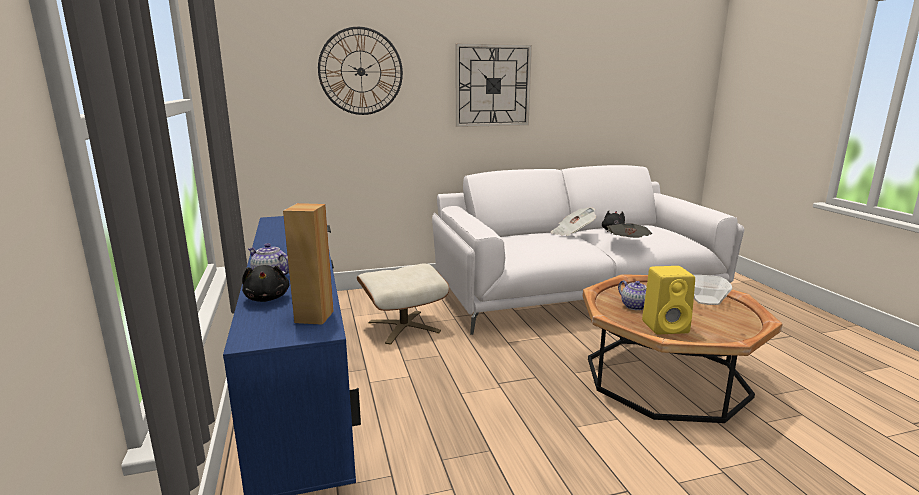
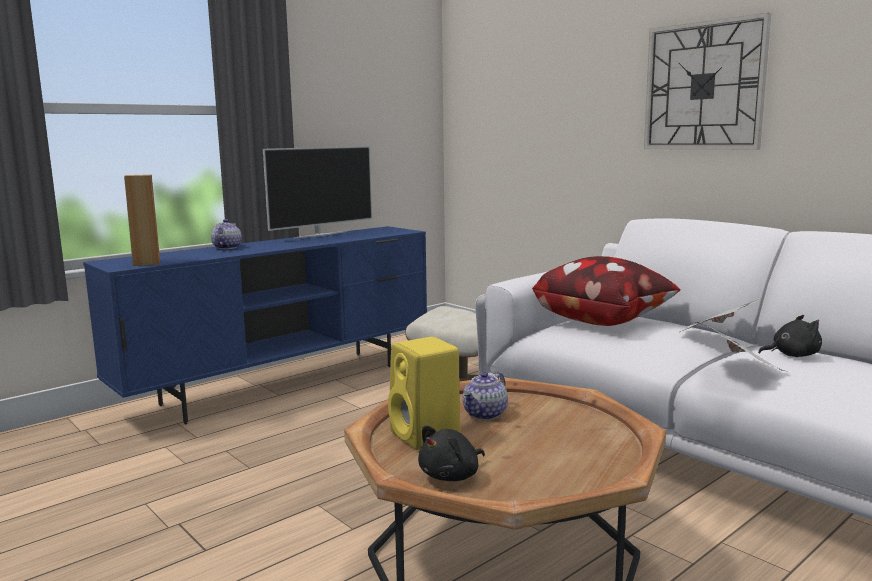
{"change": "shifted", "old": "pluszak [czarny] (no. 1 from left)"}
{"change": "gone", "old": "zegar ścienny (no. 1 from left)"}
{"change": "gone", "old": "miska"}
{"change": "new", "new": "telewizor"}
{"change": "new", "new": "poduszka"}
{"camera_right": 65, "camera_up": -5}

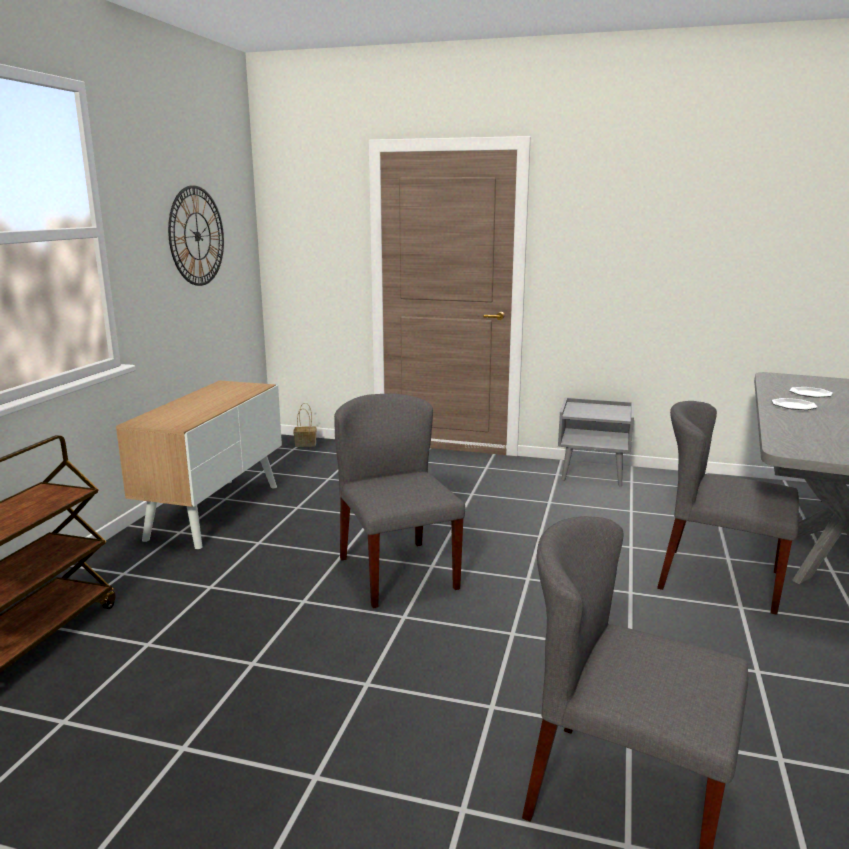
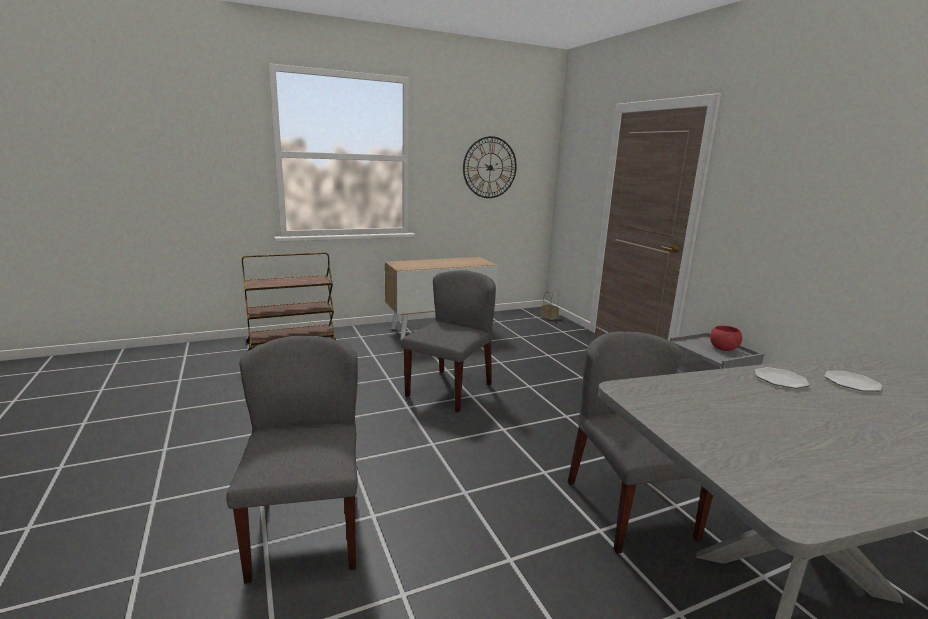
{"change": "new", "new": "miska [czerwony]"}
{"camera_right": 50, "camera_up": 0}

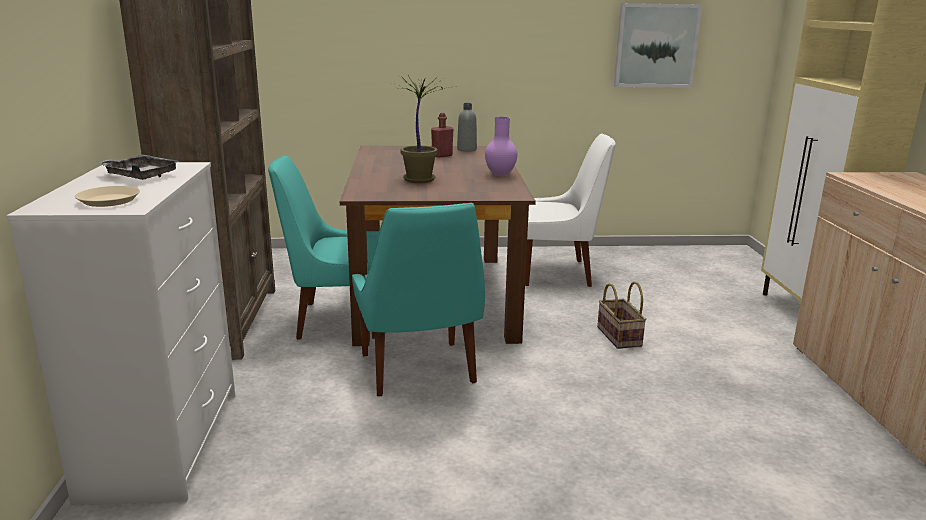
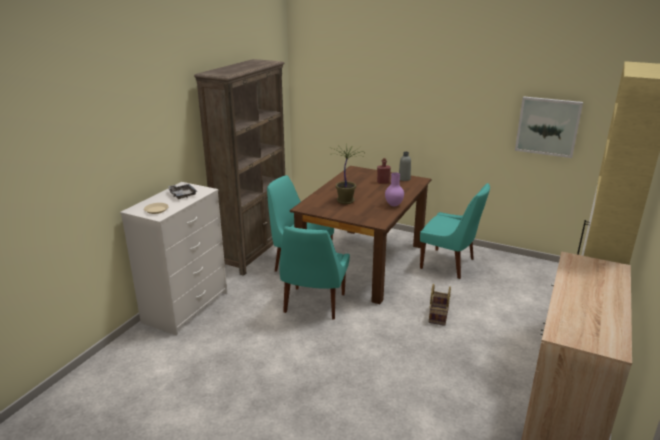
{"change": "repainted", "old": "krzesło [biały]", "new": "krzesło [turkusowy] (no. 3 from left)"}
{"camera_right": 30, "camera_up": 5}

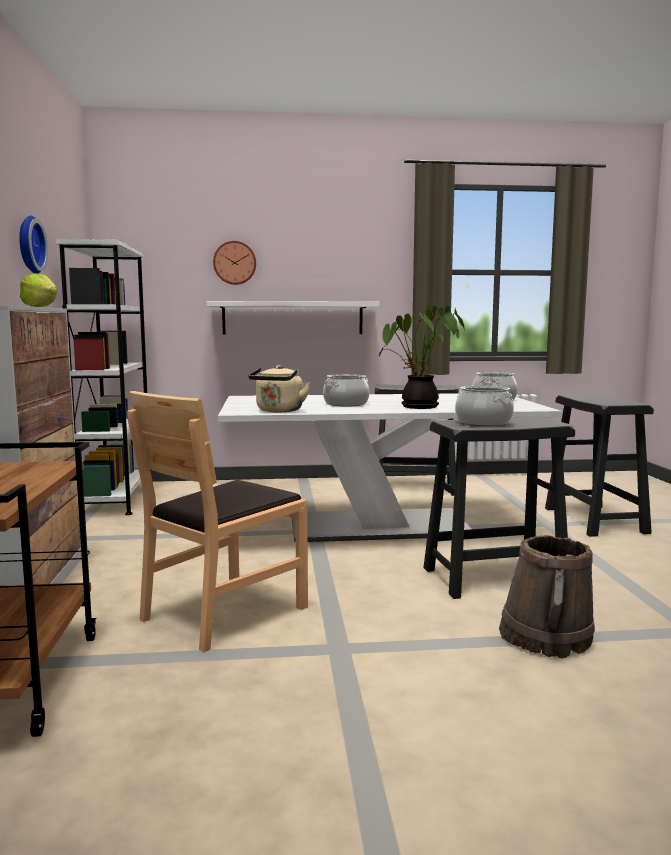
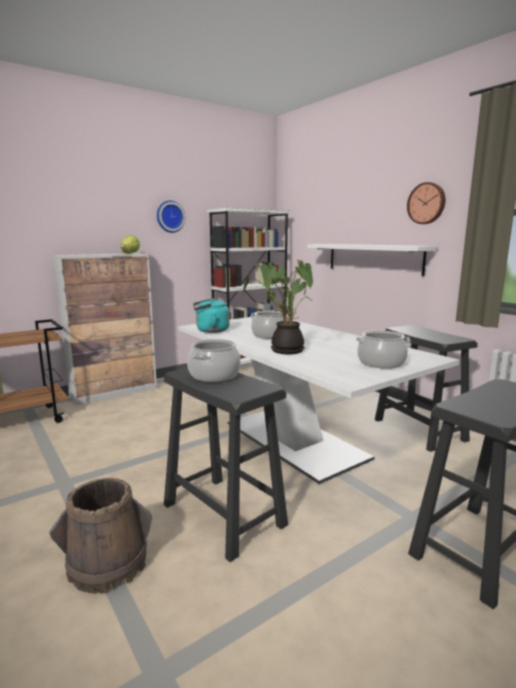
{"change": "gone", "old": "krzesło [brązowy]"}
{"change": "shifted", "old": "zegar ścienny (no. 2 from left)"}
{"change": "repainted", "old": "czajnik [beżowy]", "new": "czajnik [turkusowy]"}
{"camera_right": 60, "camera_up": 5}

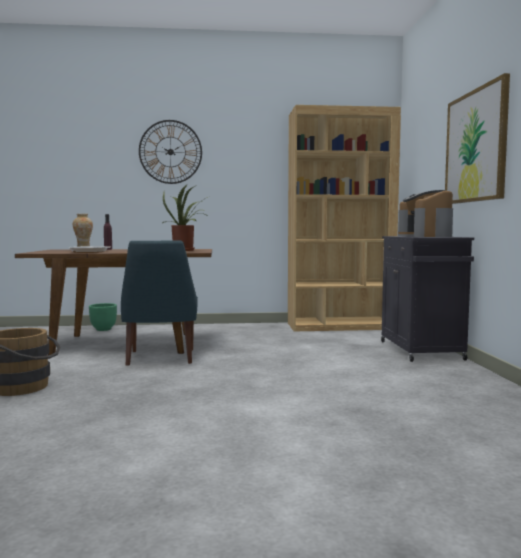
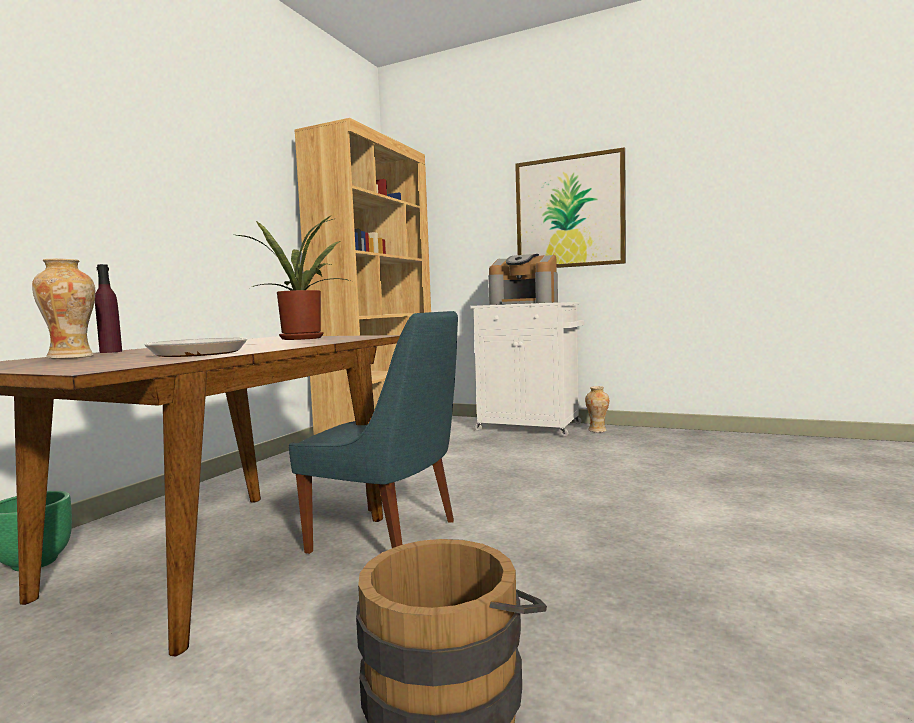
{"change": "gone", "old": "zegar ścienny"}
{"change": "repainted", "old": "szafka [czarny]", "new": "szafka [biały]"}
{"change": "new", "new": "wazon (no. 2 from left)"}
{"camera_right": -60, "camera_up": 0}

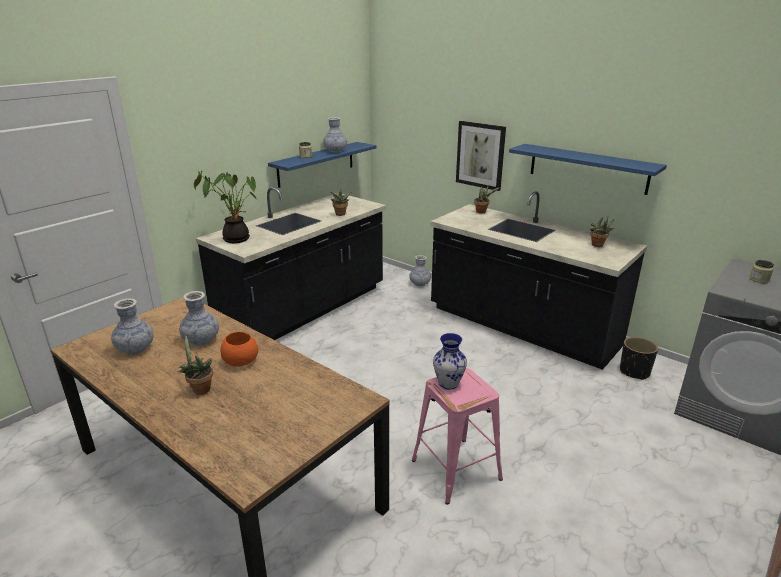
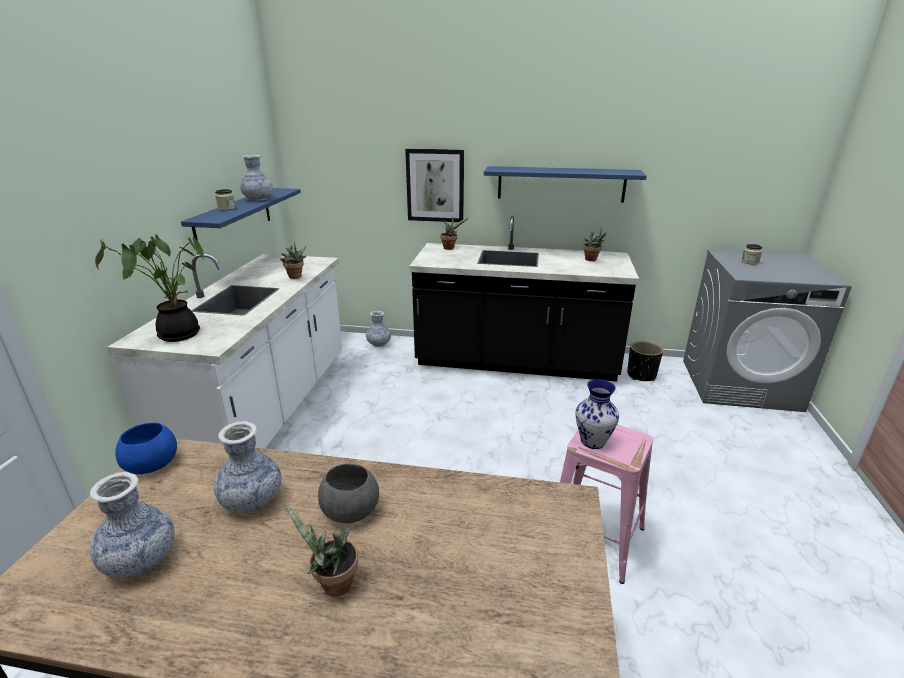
{"change": "repainted", "old": "zabudowa kuchenna [czarny] (no. 1 from left)", "new": "zabudowa kuchenna [biały]"}
{"change": "repainted", "old": "miska [pomarańczowy]", "new": "miska [szary]"}
{"change": "new", "new": "miska [niebieski]"}
{"camera_right": -30, "camera_up": 0}

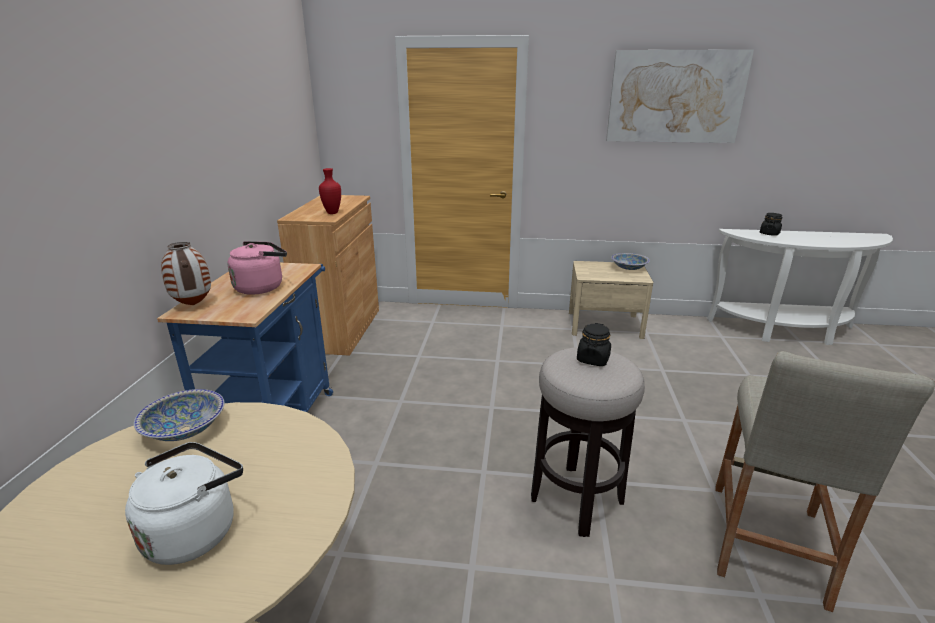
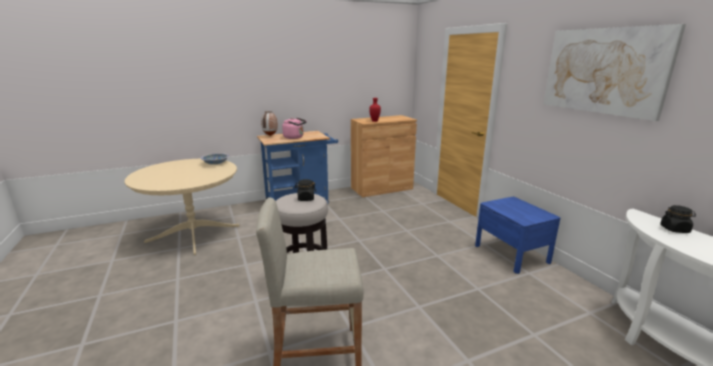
{"change": "gone", "old": "czajnik [biały]"}
{"change": "repainted", "old": "szafka nocna [beżowy]", "new": "szafka nocna [niebieski]"}
{"change": "gone", "old": "miska (no. 2 from left)"}
{"camera_right": 60, "camera_up": -5}

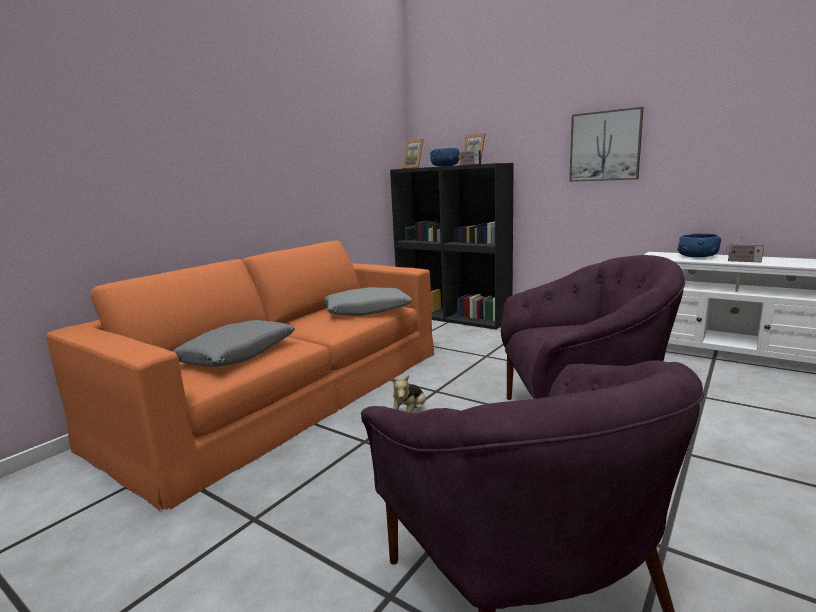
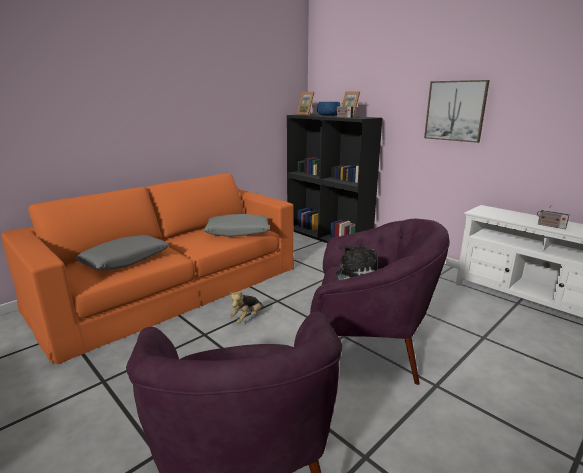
{"change": "gone", "old": "miska [niebieski] (no. 2 from left)"}
{"change": "new", "new": "pluszak (no. 2 from left)"}
{"camera_right": 10, "camera_up": 5}

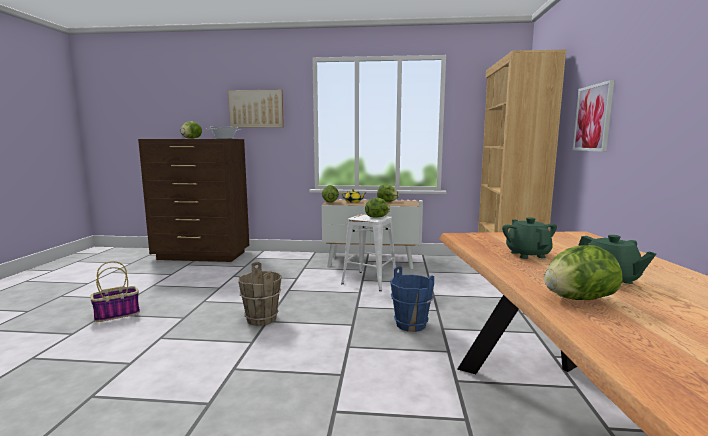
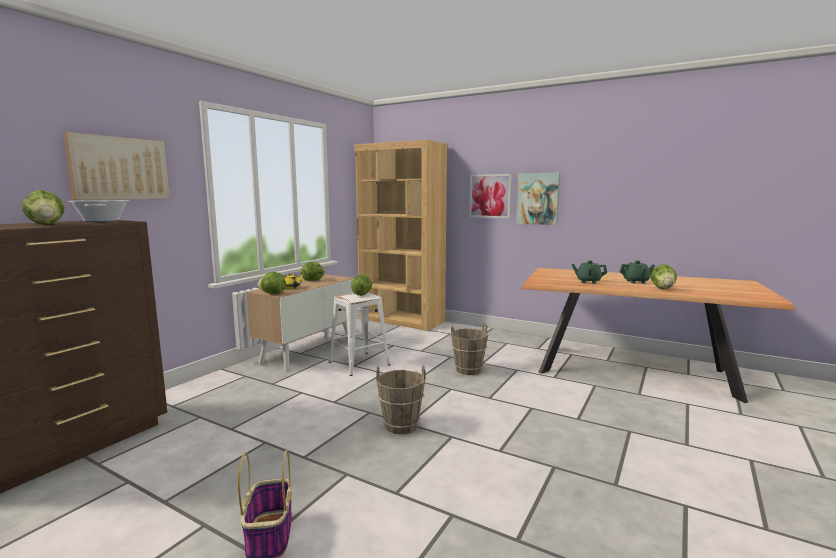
{"change": "repainted", "old": "wiadro [niebieski]", "new": "wiadro [brązowy] (no. 2 from left)"}
{"change": "new", "new": "obraz (no. 3 from left)"}
{"camera_right": -65, "camera_up": 0}

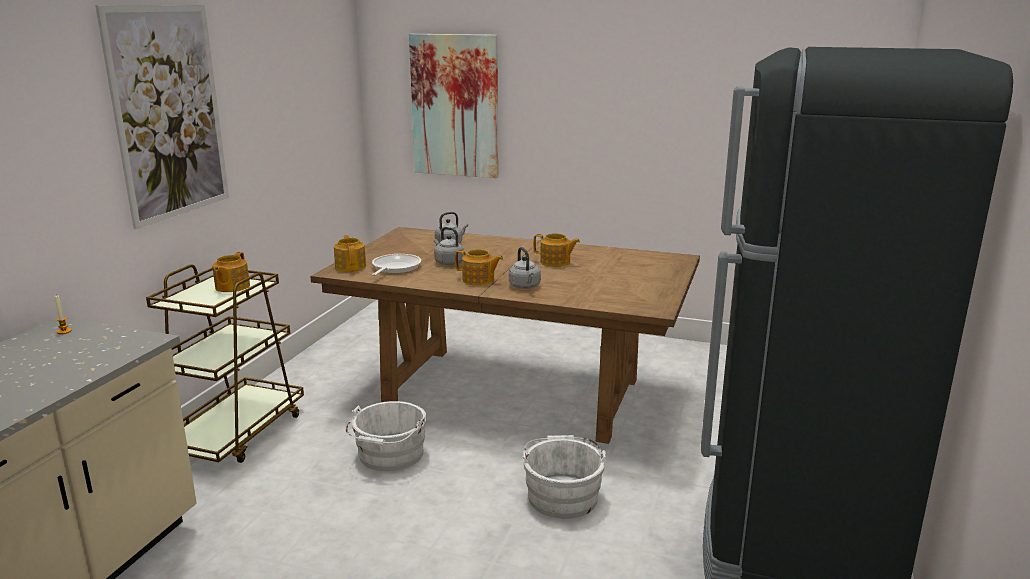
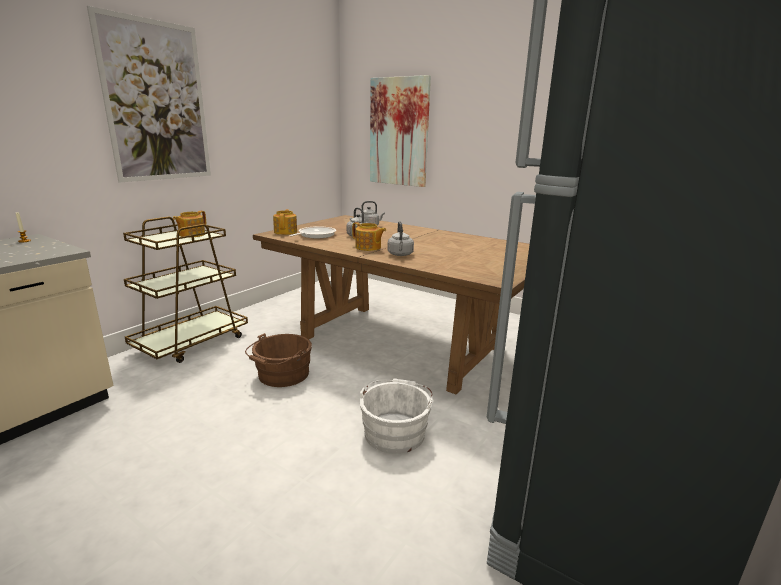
{"change": "repainted", "old": "wiadro [biały] (no. 1 from left)", "new": "wiadro [brązowy]"}
{"change": "gone", "old": "imbryk (no. 4 from left)"}
{"camera_right": 15, "camera_up": 0}

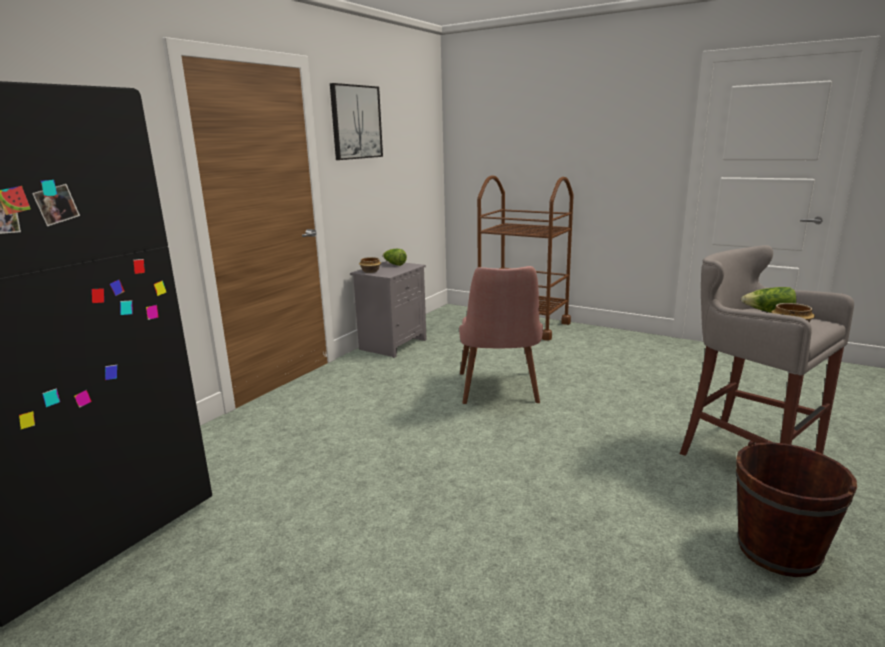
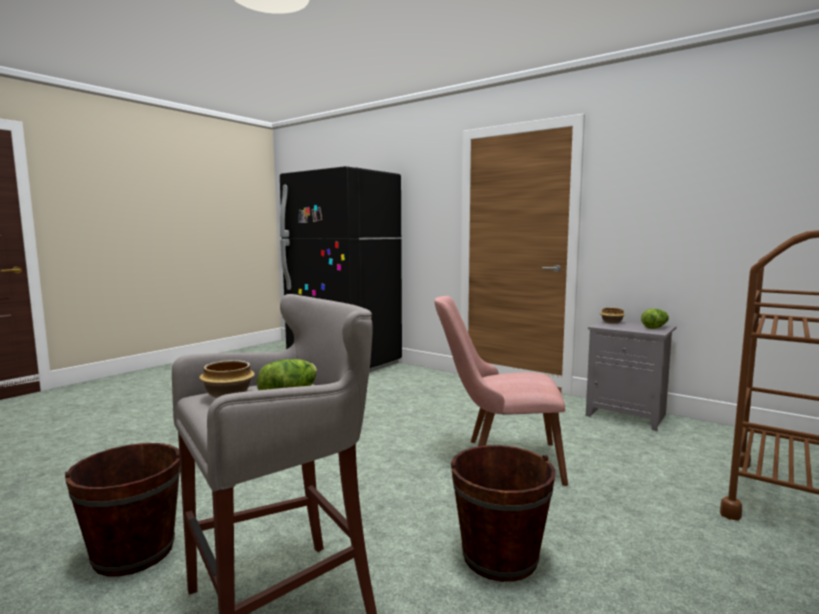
{"change": "gone", "old": "obraz"}
{"change": "new", "new": "wiadro [brązowy] (no. 2 from left)"}
{"camera_right": 95, "camera_up": -10}

